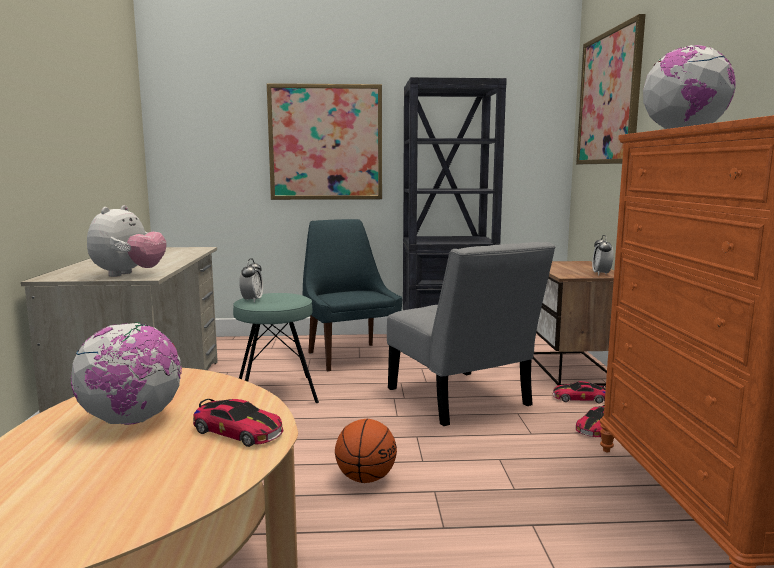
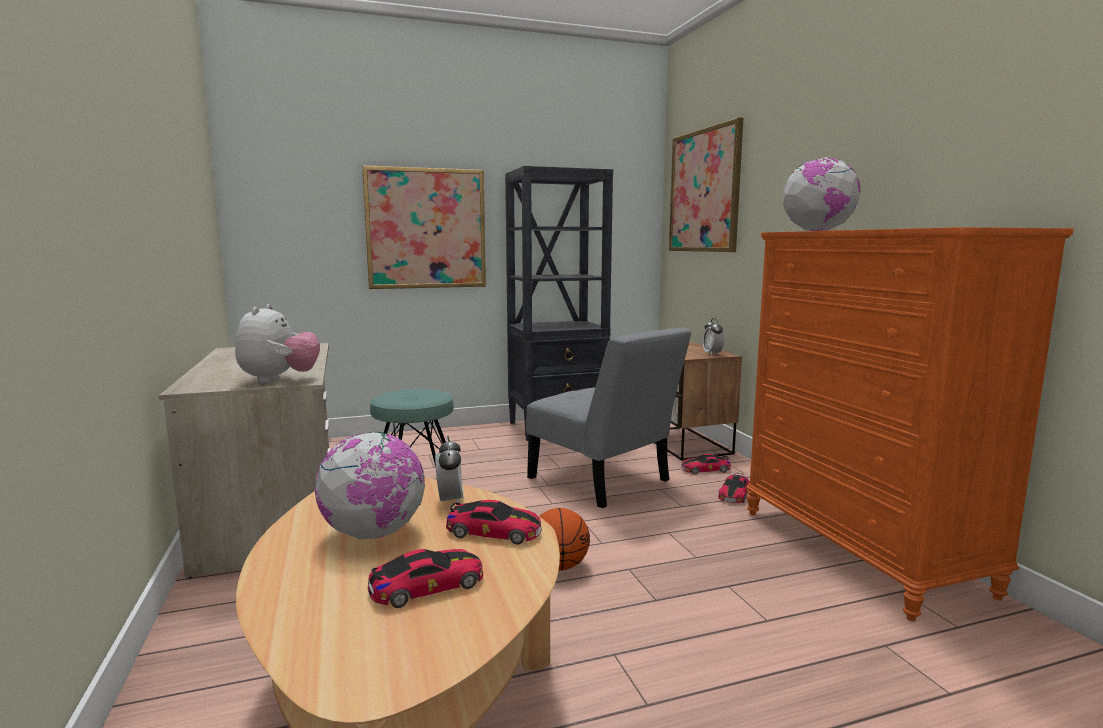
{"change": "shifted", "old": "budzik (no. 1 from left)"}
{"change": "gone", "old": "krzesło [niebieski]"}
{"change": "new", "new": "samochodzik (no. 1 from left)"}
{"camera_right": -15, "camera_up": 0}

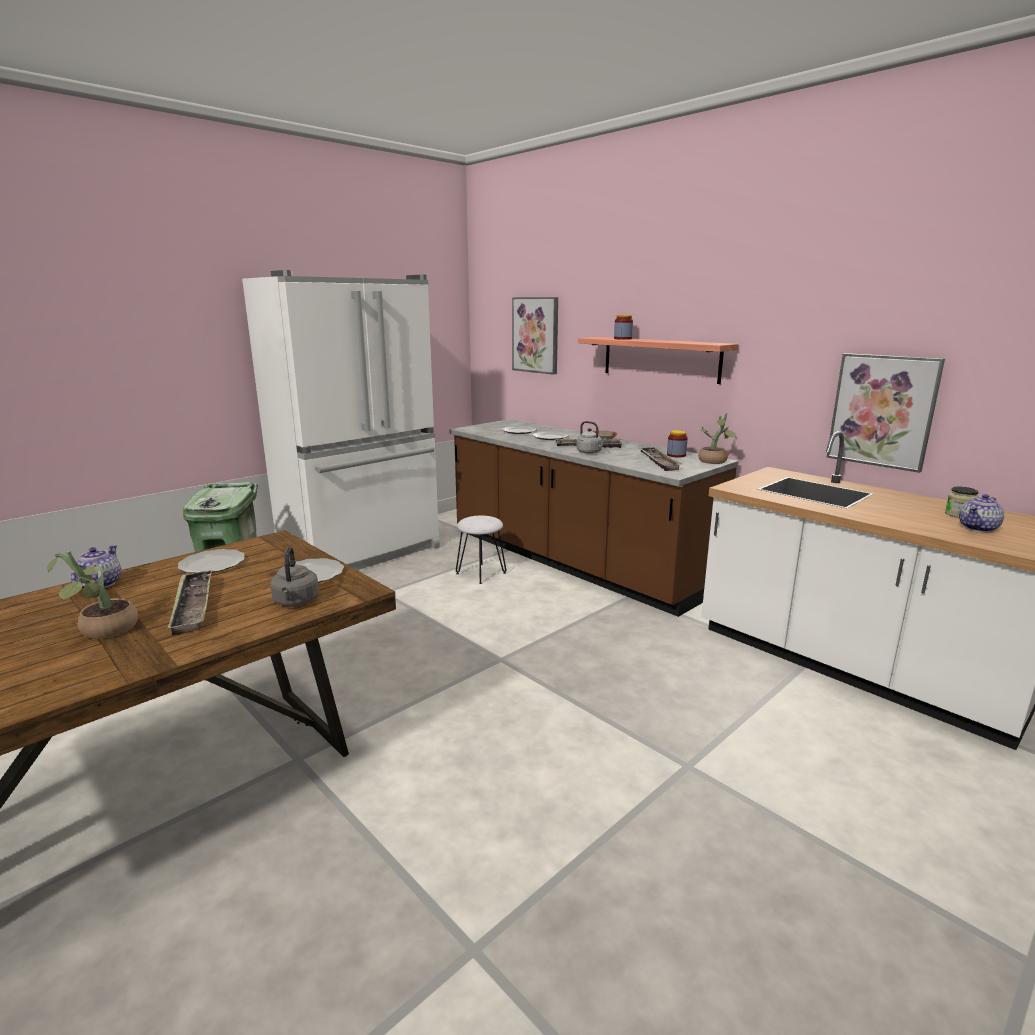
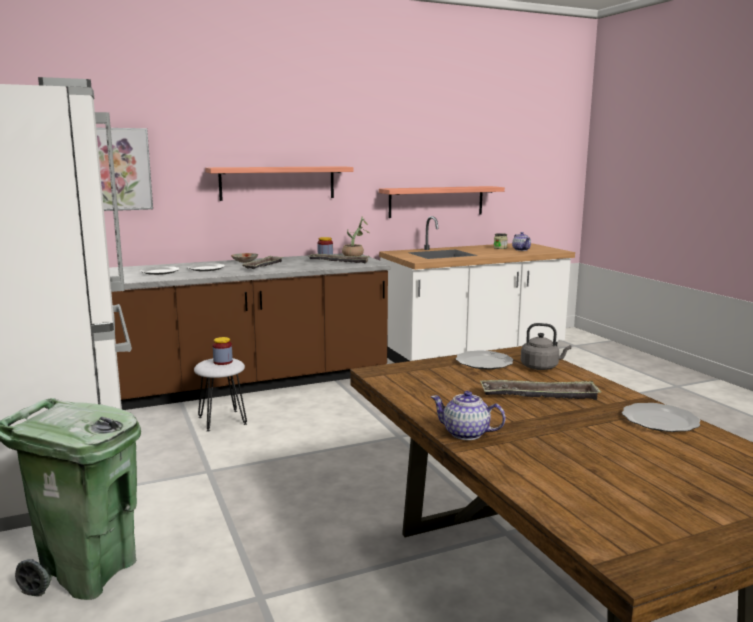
{"change": "gone", "old": "roślina doniczkowa (no. 1 from left)"}
{"change": "shifted", "old": "talerz (no. 1 from left in the first image)", "new": "talerz (no. 5 from left)"}
{"change": "gone", "old": "czajnik [szary] (no. 2 from left)"}
{"change": "shifted", "old": "słoik (no. 1 from left)"}
{"change": "swapped", "old": "obraz (no. 2 from left)", "new": "półka (no. 2 from left)"}
{"camera_right": -70, "camera_up": -5}

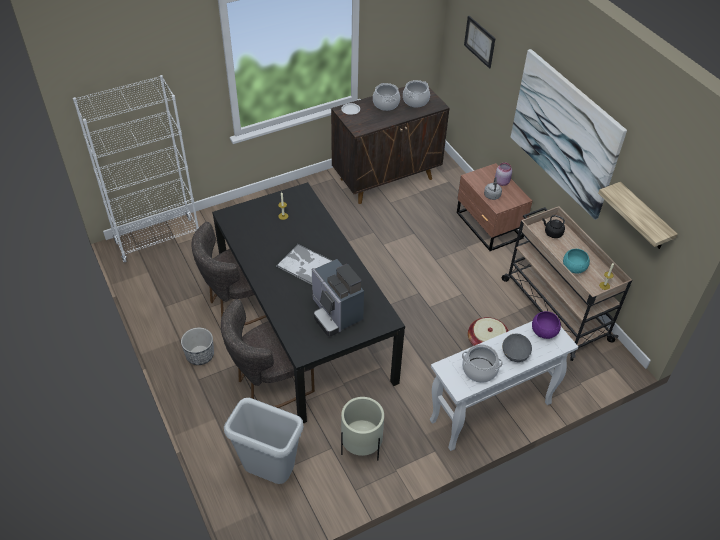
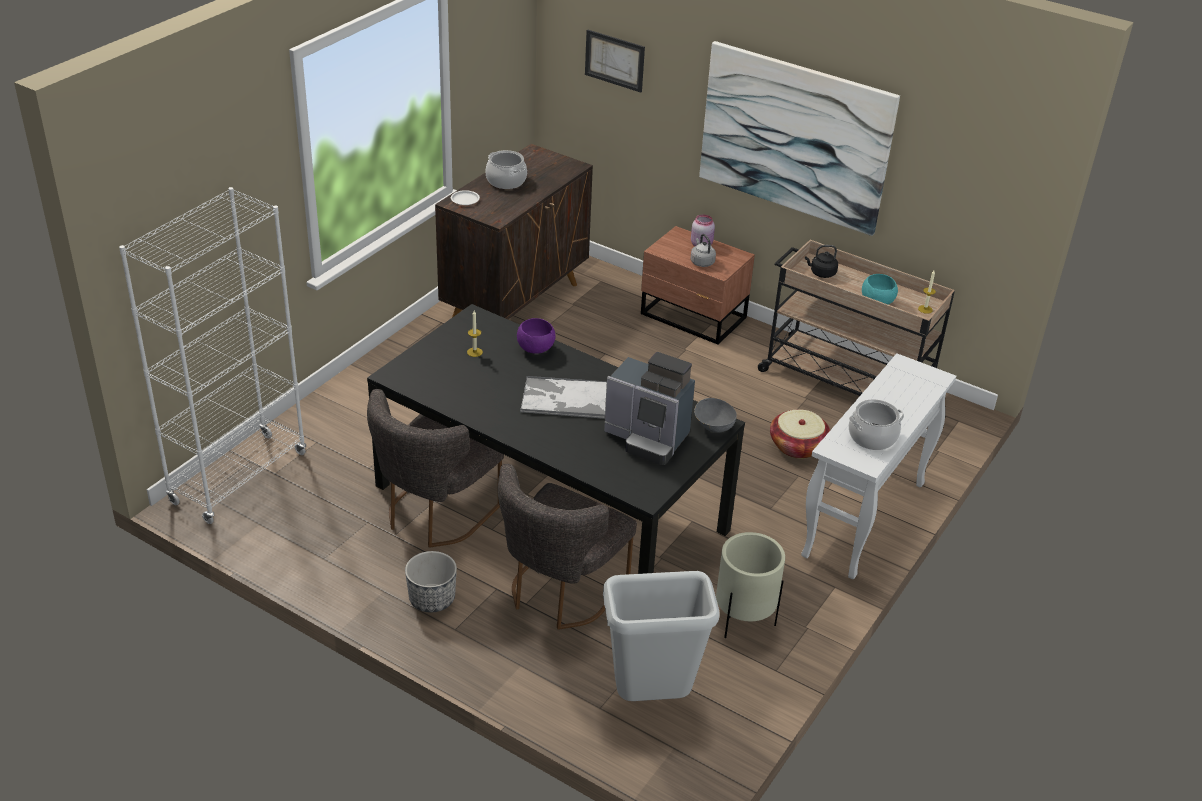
{"change": "gone", "old": "garnek (no. 2 from left)"}
{"change": "shifted", "old": "miska [szary]"}
{"change": "shifted", "old": "miska [fioletowy]"}
{"change": "gone", "old": "półka"}
{"camera_right": -30, "camera_up": -10}

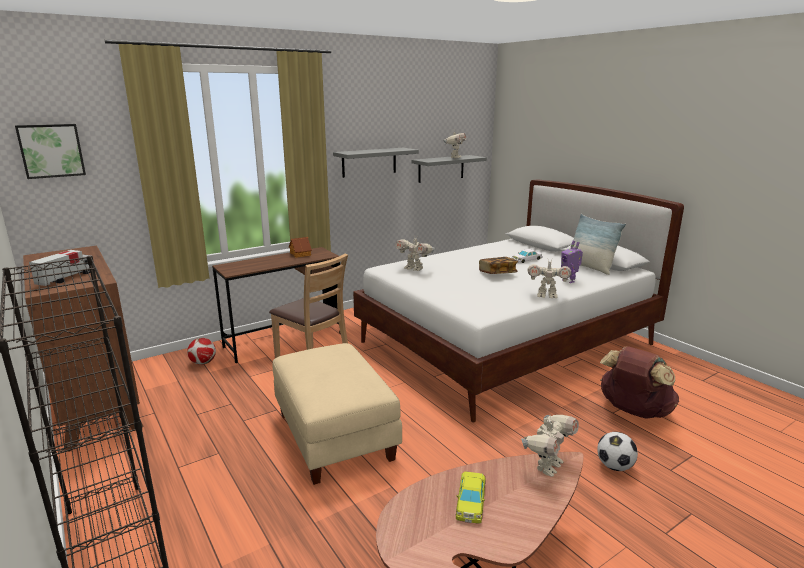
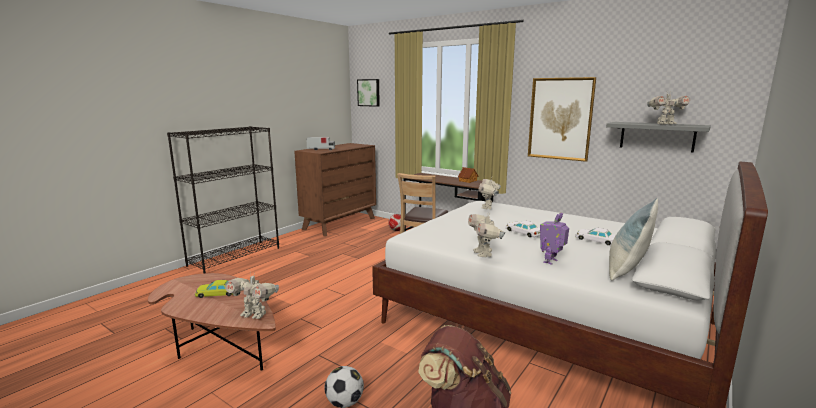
{"change": "gone", "old": "pufa [beżowy]"}
{"change": "swapped", "old": "półka [szary] (no. 1 from left)", "new": "obraz (no. 2 from left)"}
{"change": "swapped", "old": "książka", "new": "samochodzik [biały] (no. 1 from left)"}
{"camera_right": 70, "camera_up": -5}

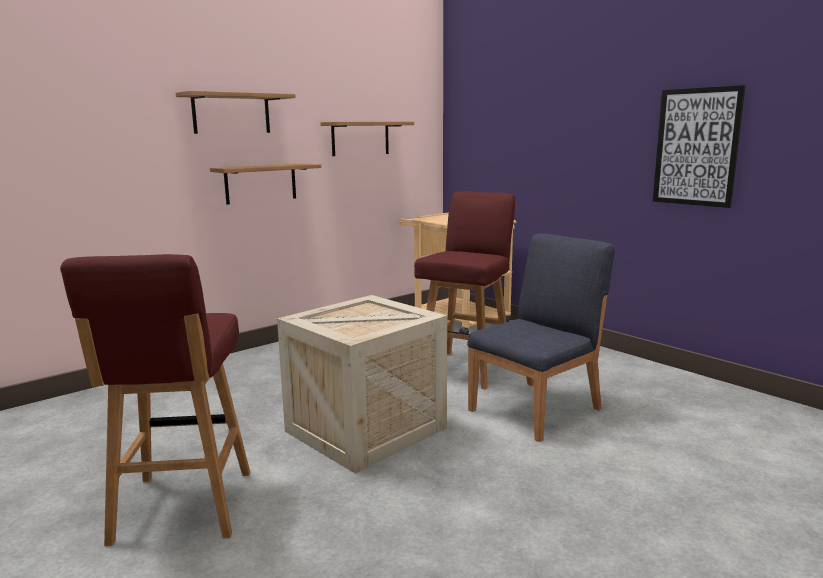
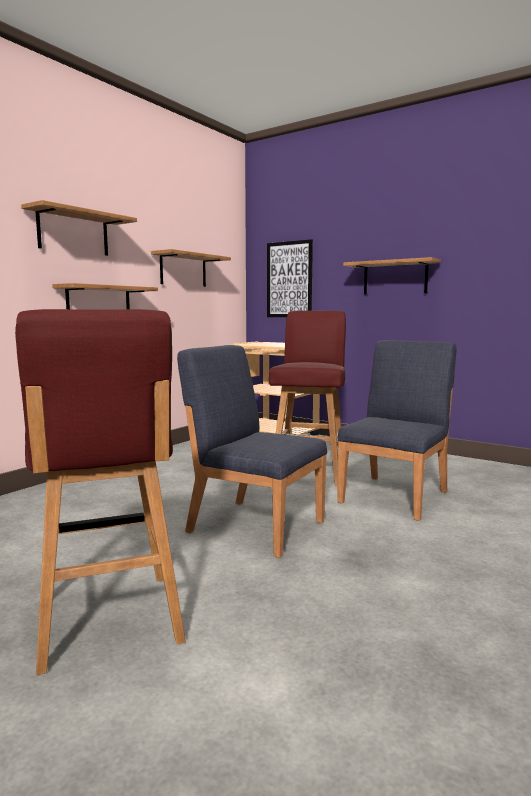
{"change": "swapped", "old": "skrzynka", "new": "krzesło [niebieski] (no. 1 from left)"}
{"change": "shifted", "old": "obraz"}
{"change": "new", "new": "półka (no. 4 from left)"}
{"camera_right": -15, "camera_up": -5}

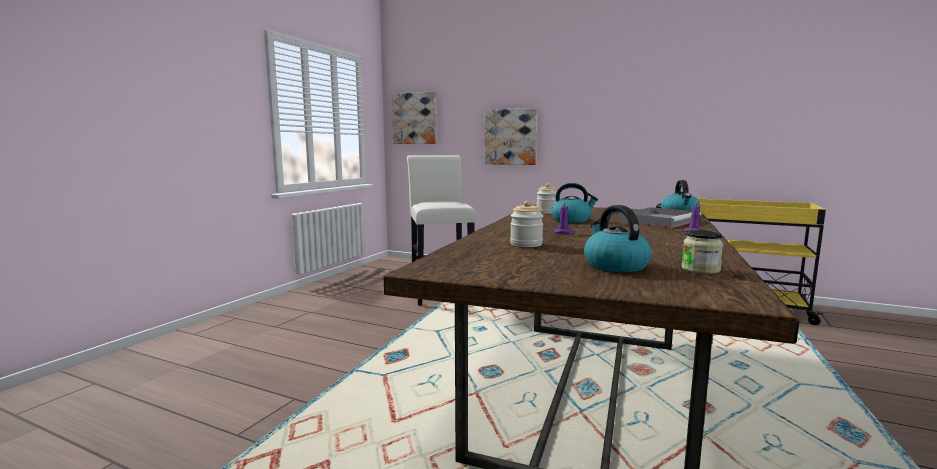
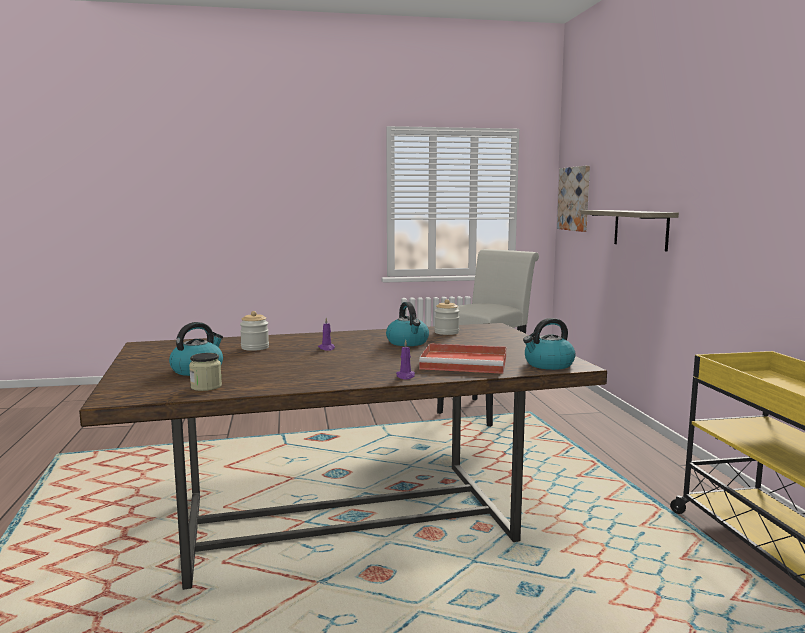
{"change": "swapped", "old": "obraz (no. 2 from left)", "new": "półka"}
{"change": "repainted", "old": "taca [szary]", "new": "taca [czerwony]"}
{"camera_right": 55, "camera_up": 0}

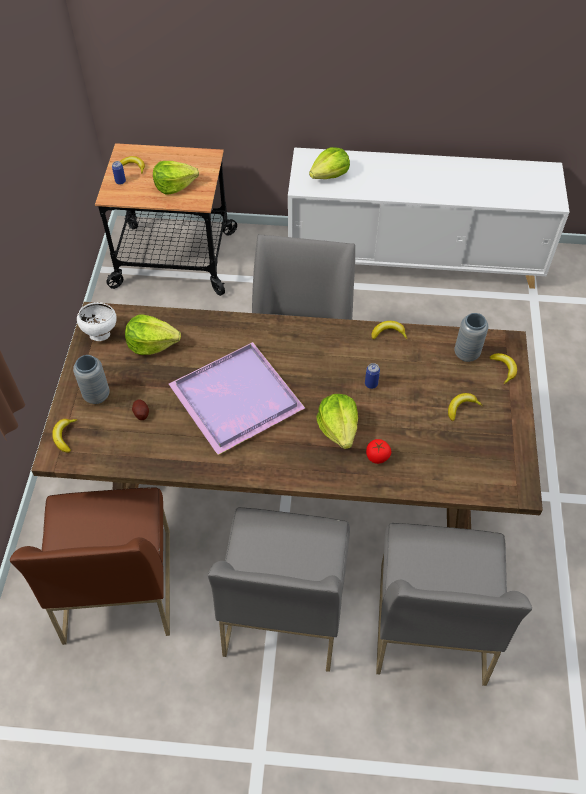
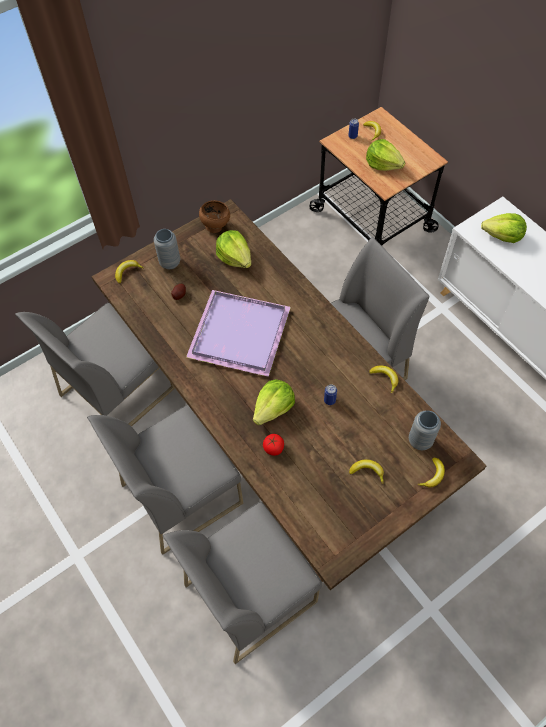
{"change": "repainted", "old": "krzesło [brązowy]", "new": "krzesło [szary] (no. 1 from left)"}
{"change": "repainted", "old": "miska [biały]", "new": "miska [brązowy]"}
{"camera_right": 50, "camera_up": 5}

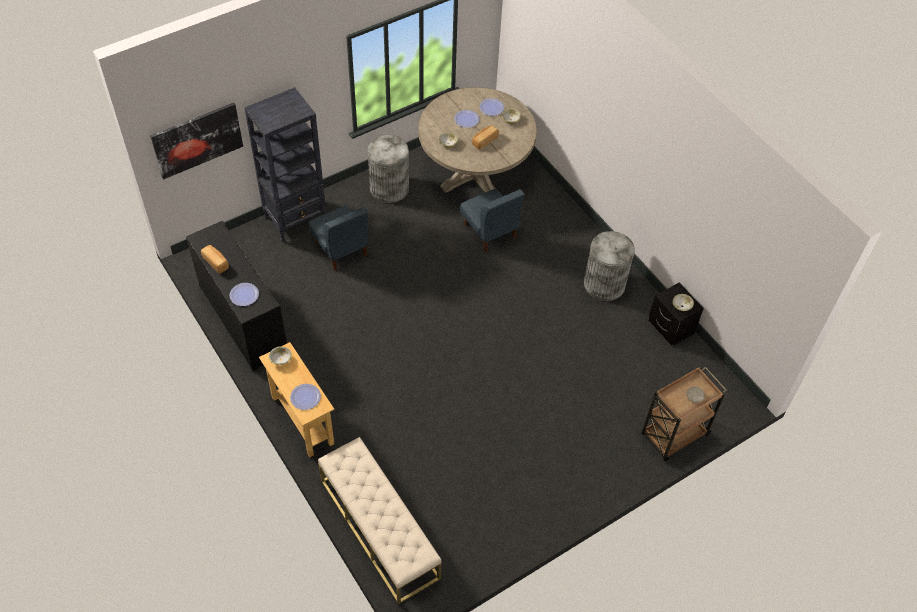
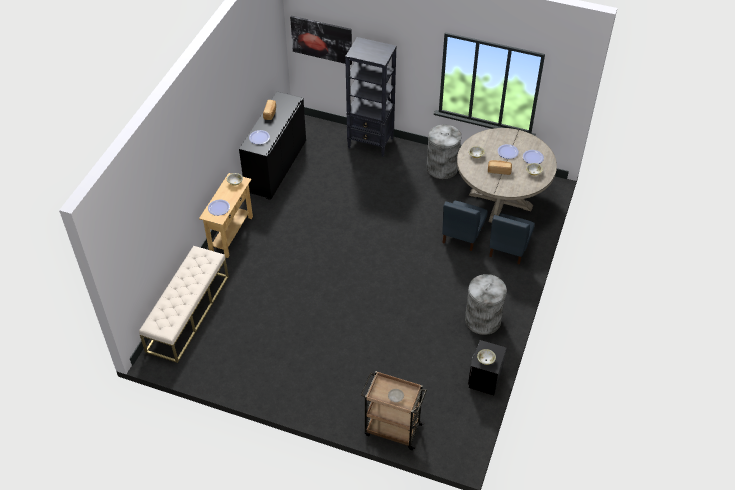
{"change": "shifted", "old": "krzesło [niebieski] (no. 1 from left in the first image)", "new": "krzesło [niebieski] (no. 2 from left)"}
{"camera_right": 55, "camera_up": -5}

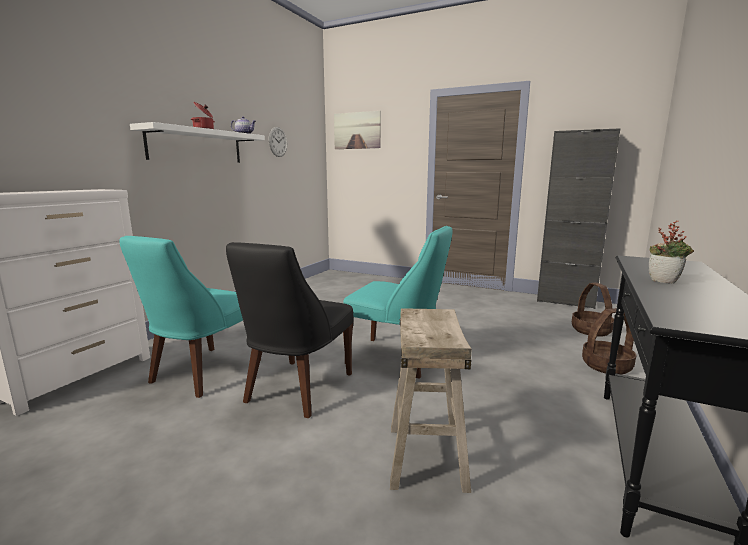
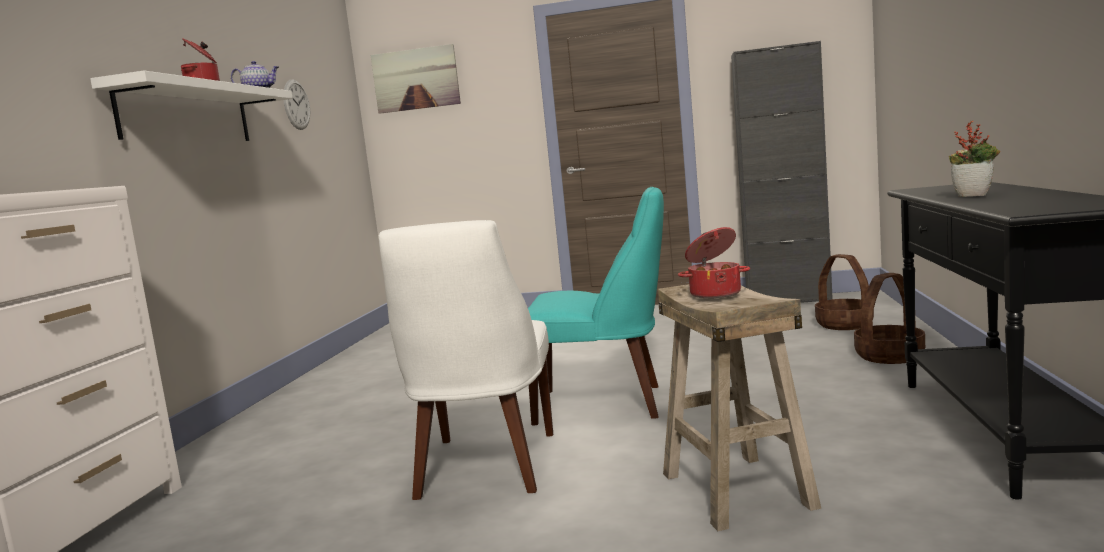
{"change": "gone", "old": "krzesło [turkusowy] (no. 1 from left)"}
{"change": "repainted", "old": "krzesło [czarny]", "new": "krzesło [biały]"}
{"change": "new", "new": "garnek (no. 2 from left)"}
{"camera_right": -15, "camera_up": -5}

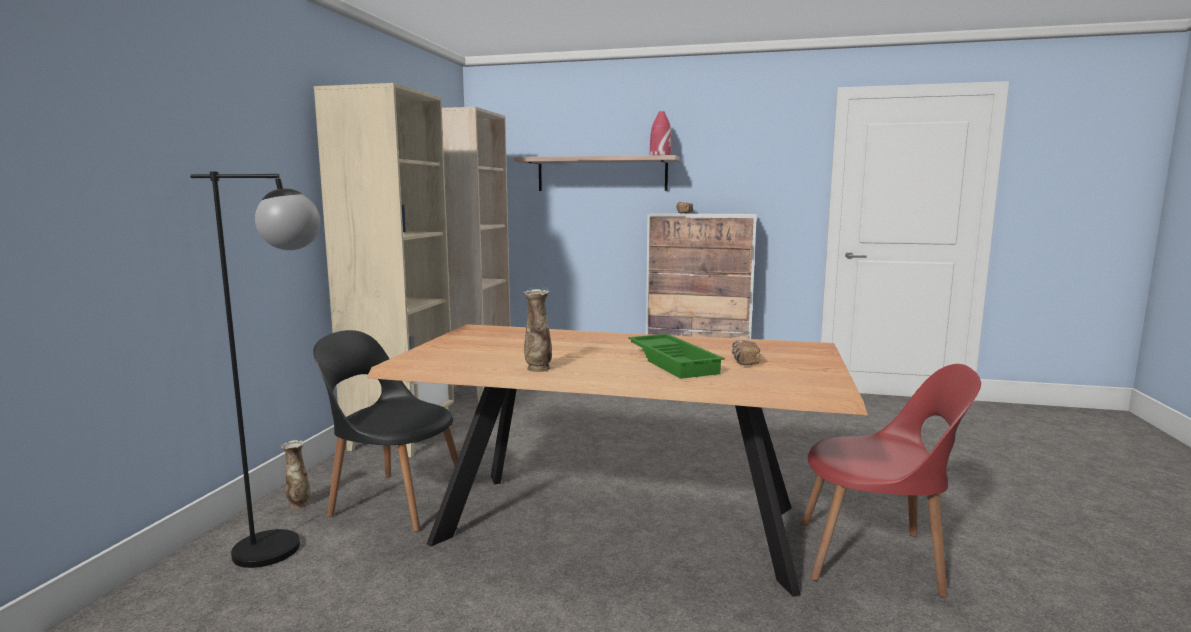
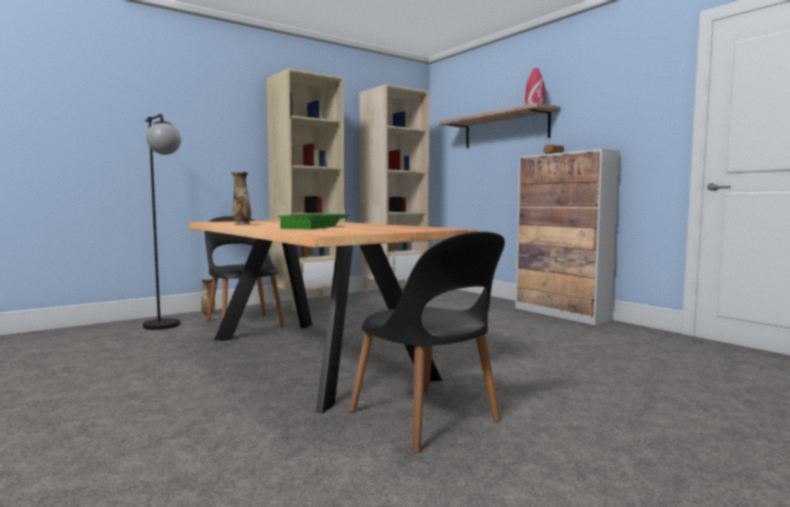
{"change": "gone", "old": "chleb (no. 2 from left)"}
{"change": "repainted", "old": "krzesło [czerwony]", "new": "krzesło [czarny] (no. 2 from left)"}
{"camera_right": 40, "camera_up": -5}

